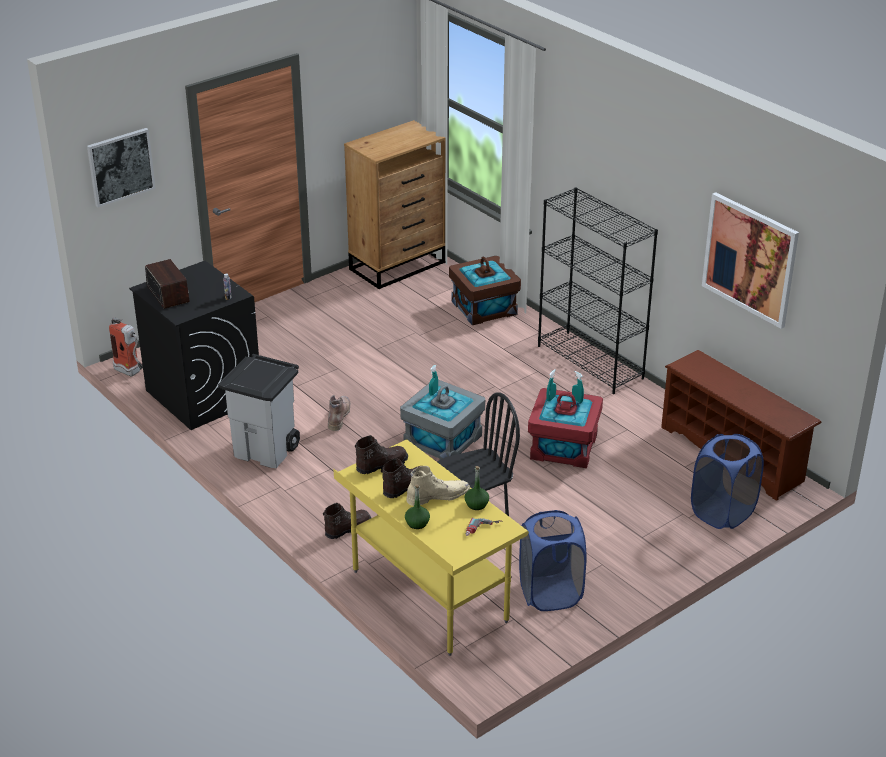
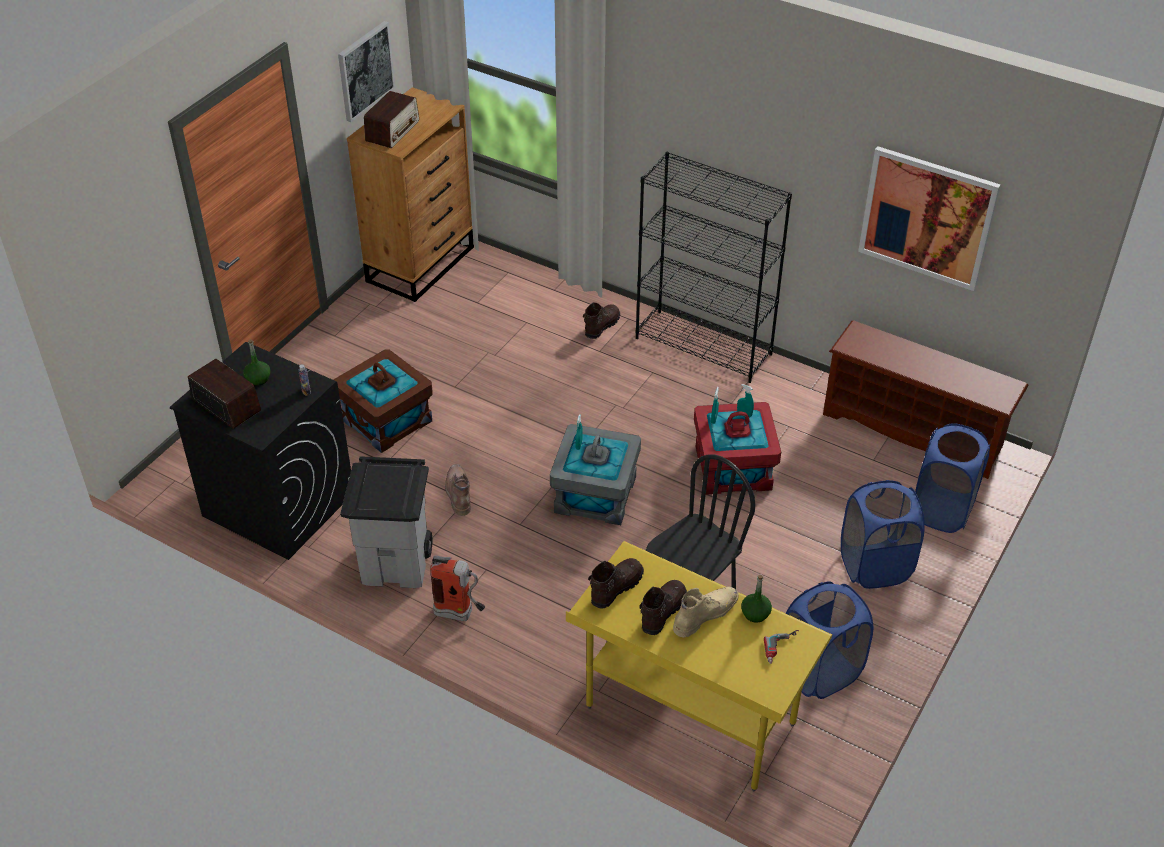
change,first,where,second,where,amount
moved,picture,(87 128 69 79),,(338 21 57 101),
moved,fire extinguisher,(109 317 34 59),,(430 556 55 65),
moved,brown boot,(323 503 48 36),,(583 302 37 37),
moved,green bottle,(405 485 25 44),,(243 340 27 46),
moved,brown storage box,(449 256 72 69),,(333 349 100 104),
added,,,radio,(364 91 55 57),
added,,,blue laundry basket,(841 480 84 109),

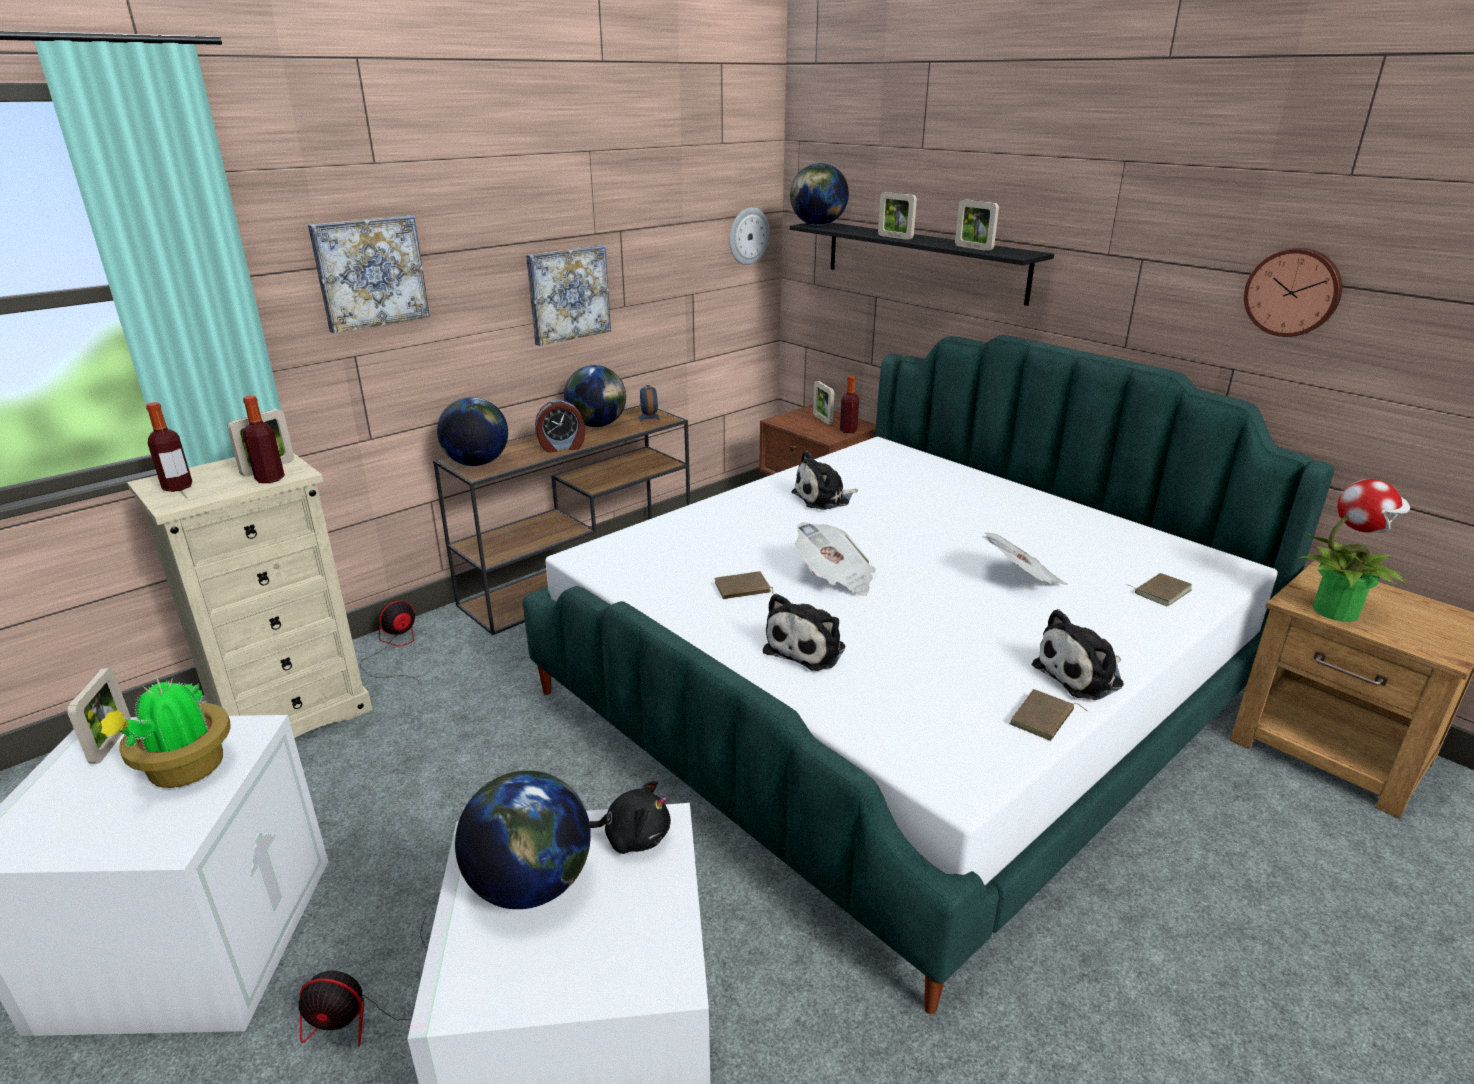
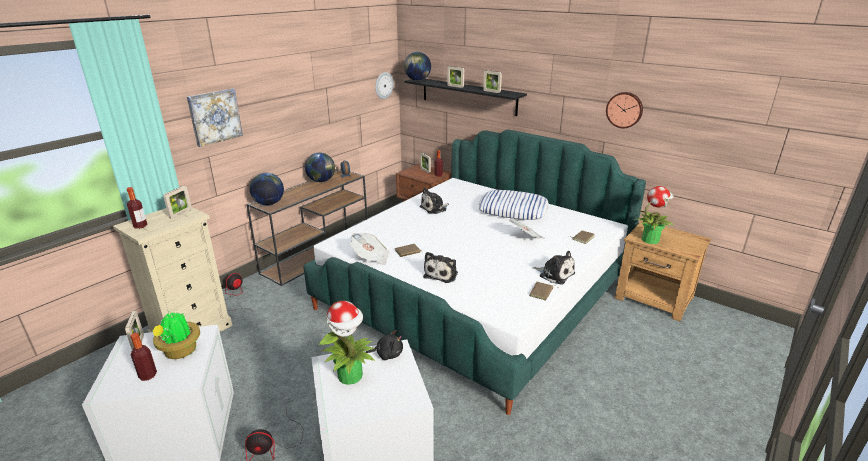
change,first,where,second,where,amount
moved,bottle,(243 396 42 87),,(131 333 26 48),
replaced,globe,(455 770 136 139),potted plant,(318 301 57 84),
removed,picture,(526 245 85 101),,,
removed,alarm clock,(535 400 50 53),,,
moved,newspaper,(795 522 80 74),,(350 233 40 32),
turned,plush toy,(1032 609 92 91),,(533 251 42 34),105 degrees counterclockwise
added,,,pillow,(479 190 70 30),

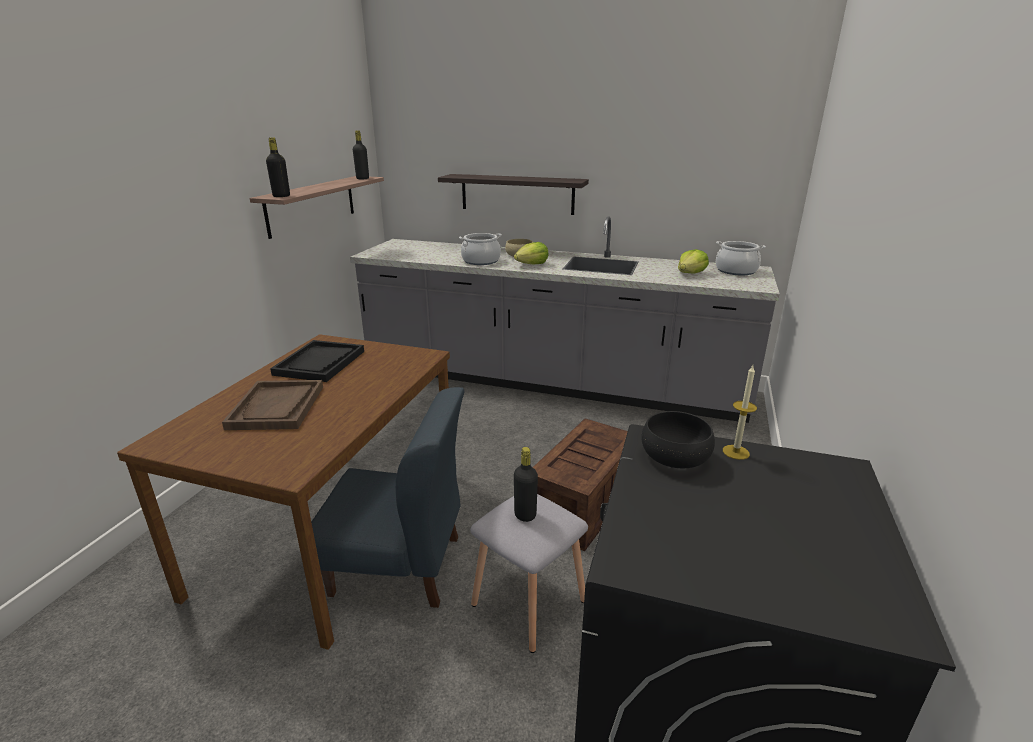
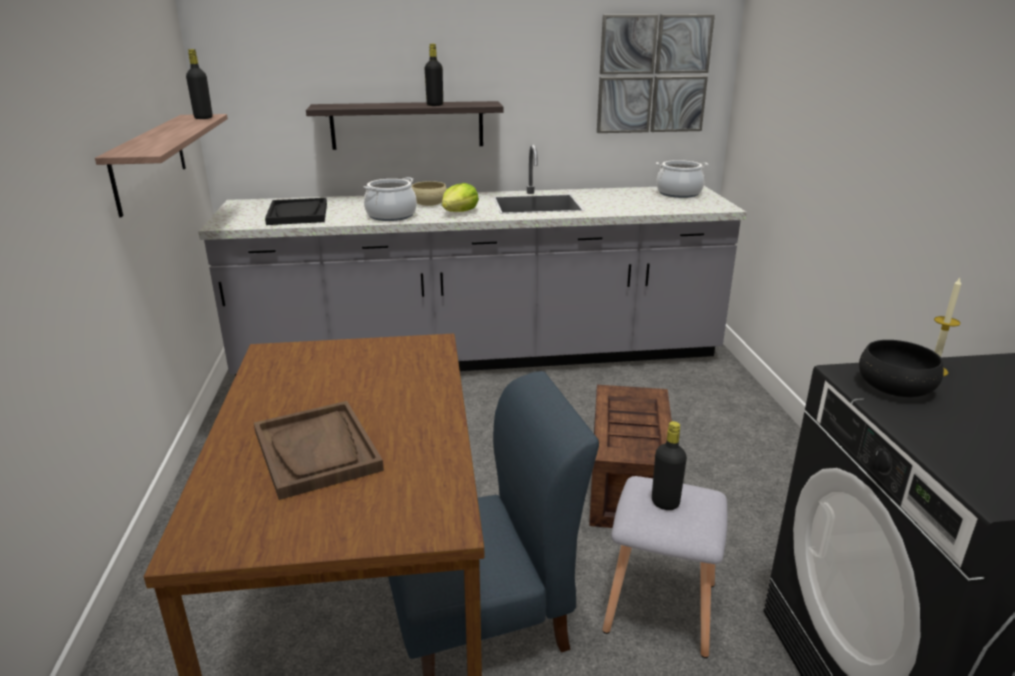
change,first,where,second,where,amount
moved,black bottle,(266 137 24 60),,(425 44 18 62),
moved,black tray,(270 340 94 42),,(265 198 62 27),
removed,lettuce,(678 249 31 24),,,
added,,,picture,(597 14 118 119),

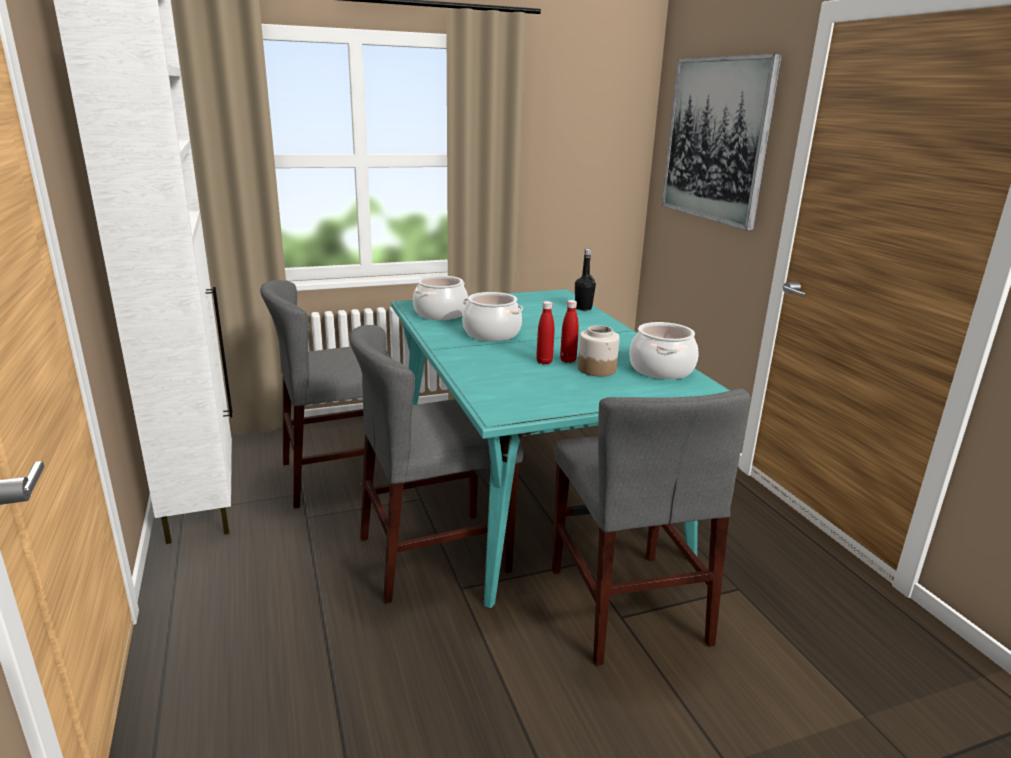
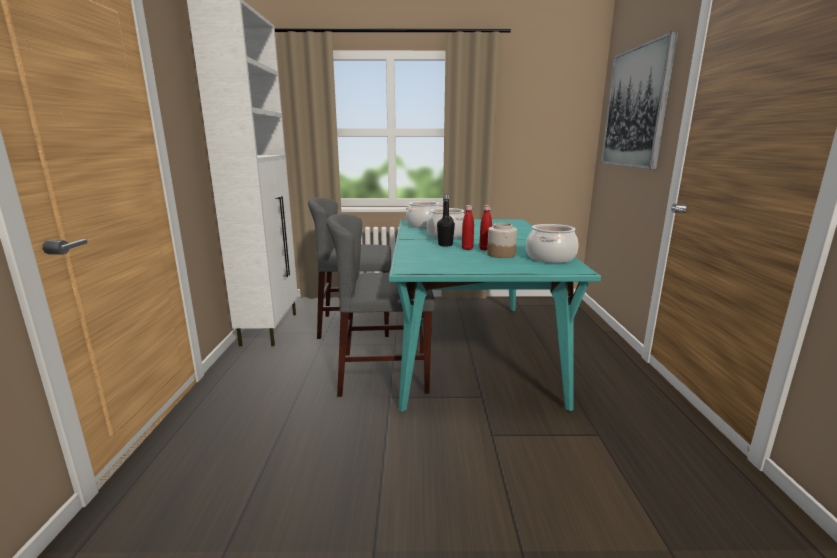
change,first,where,second,where,amount
removed,grey chair,(552 389 198 277),,,
moved,black bottle,(575 249 21 62),,(437 194 18 53),

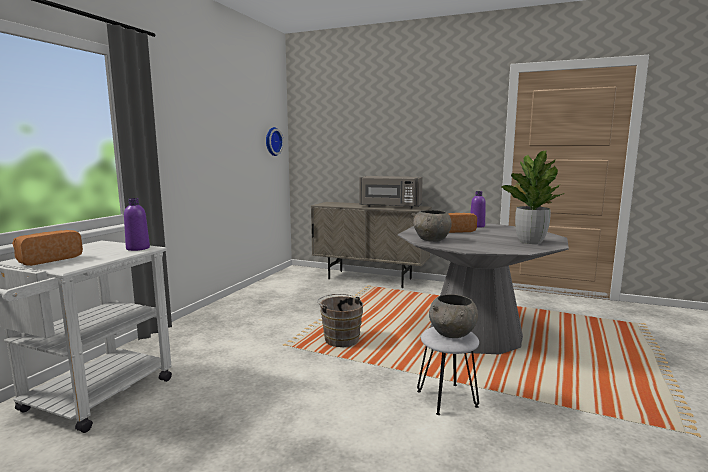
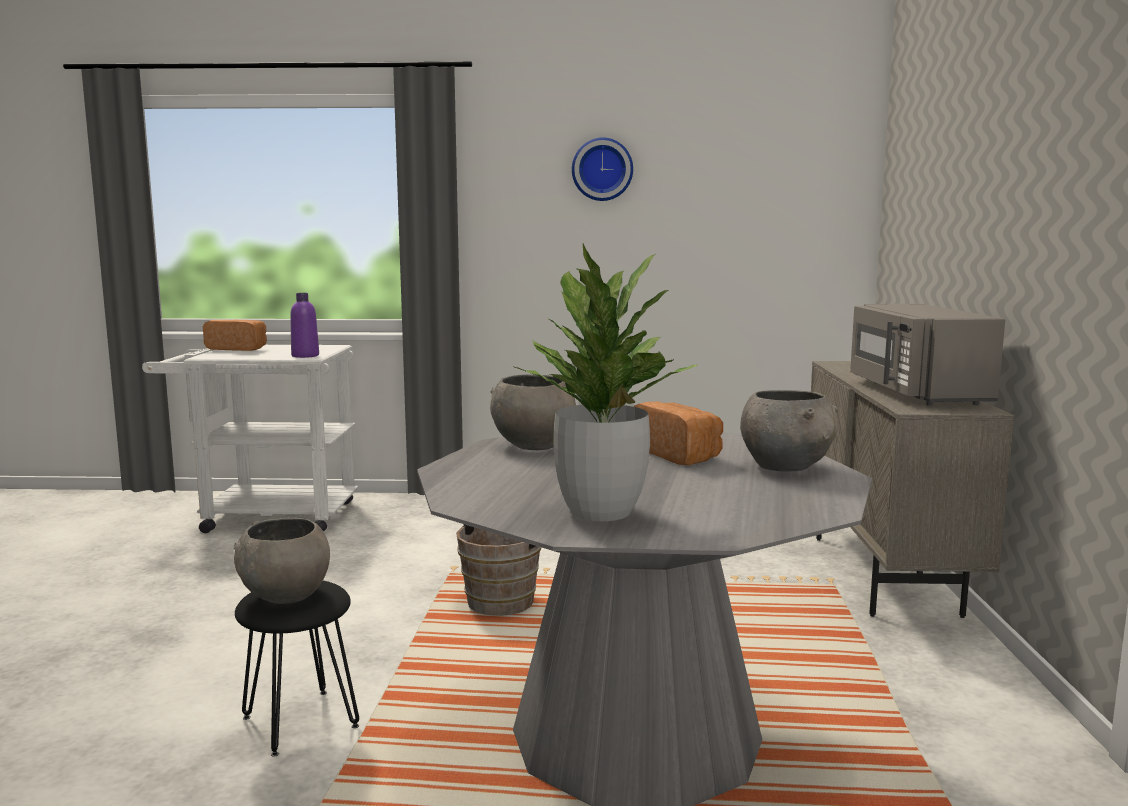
change,first,where,second,where,amount
moved,wall clock,(266 127 18 29),,(572 137 61 64),
recoloured,white stool,(417 327 62 88),black stool,(235 581 124 176),
replaced,purple bottle,(470 191 16 37),grey bowl,(740 390 98 81),

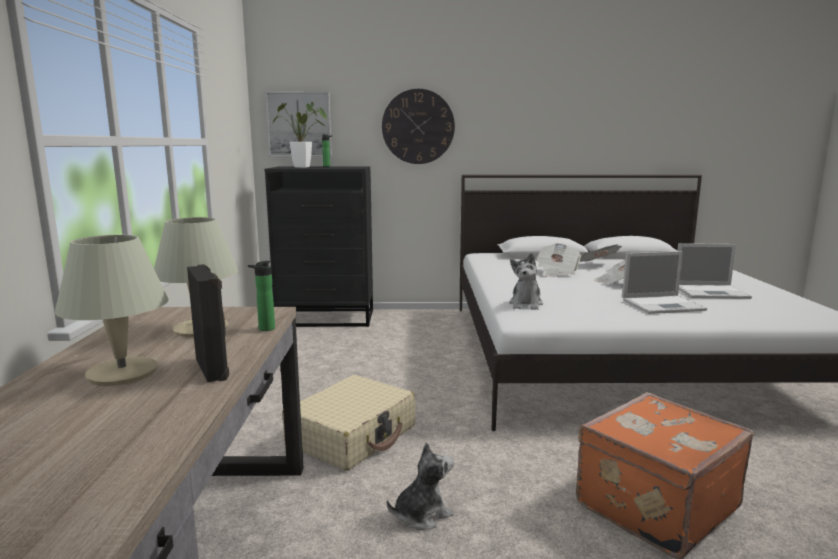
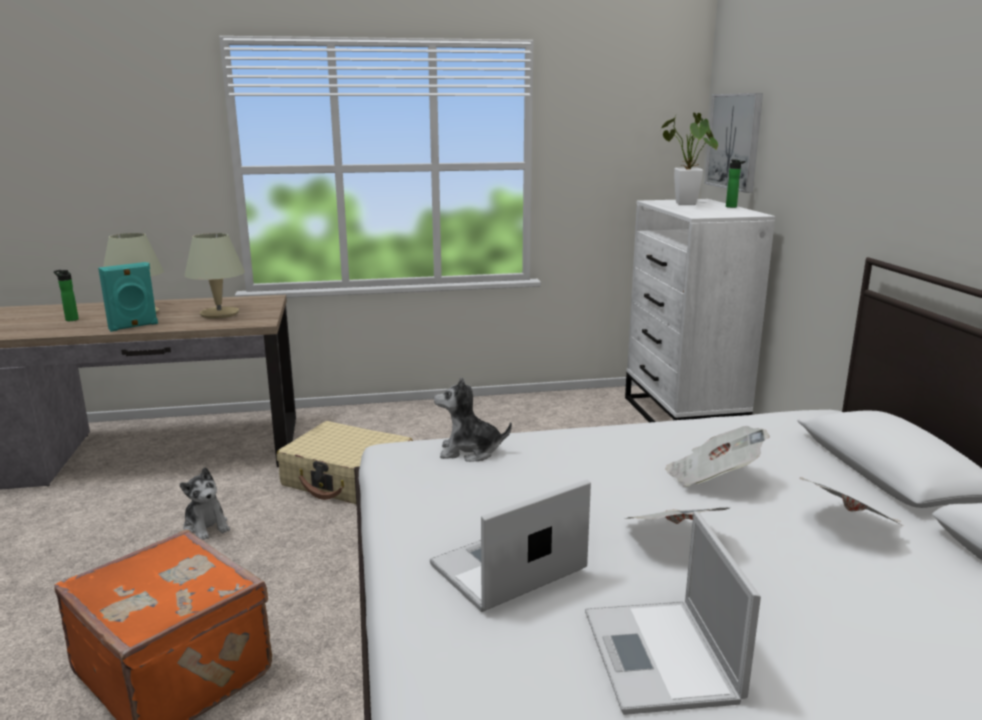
change,first,where,second,where,amount
recoloured,black speaker,(187 264 42 118),turquoise speaker,(98 262 60 70),
moved,bottle,(248 261 27 70),,(54 270 25 51),
recoloured,black dresser,(264 166 109 161),white dresser,(625 199 150 224),
removed,wall clock,(382 89 73 75),,,
turned,laptop,(622 251 85 63),,(430 479 161 133),75 degrees clockwise

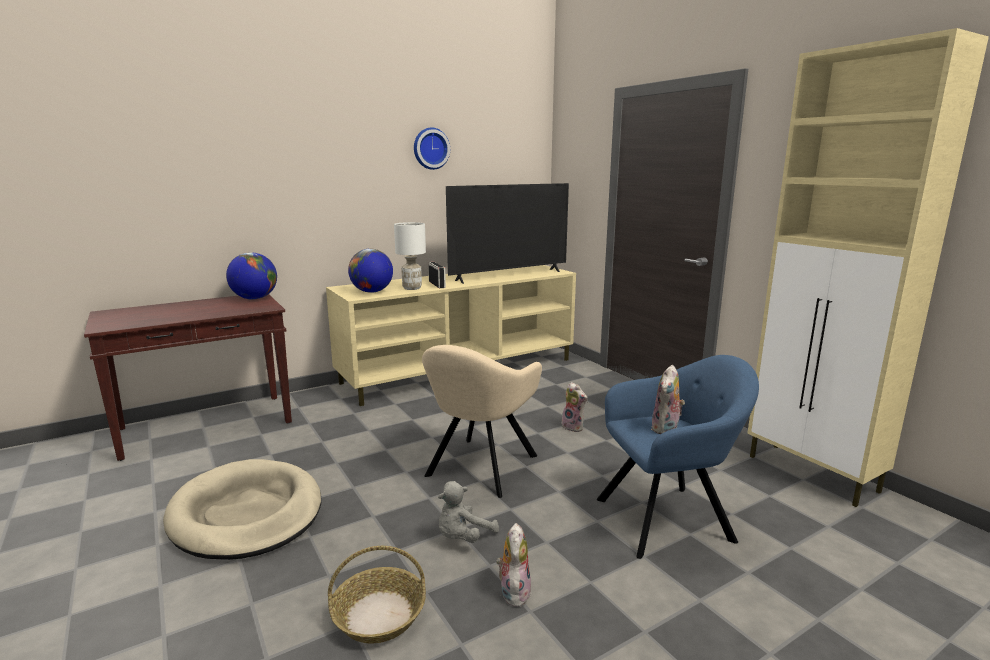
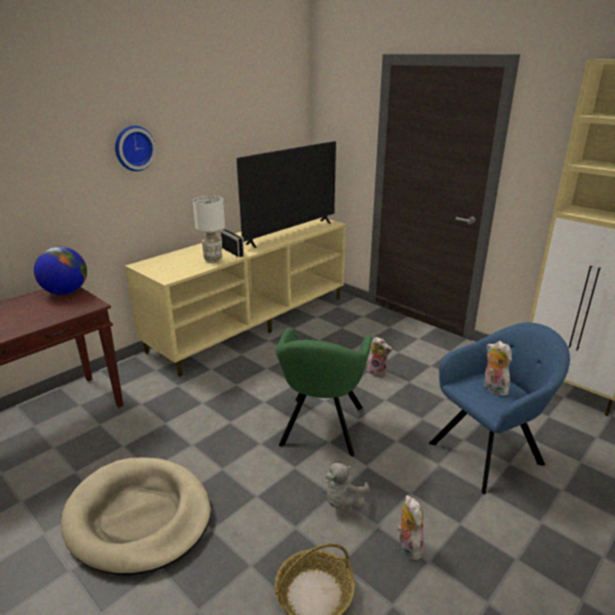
change,first,where,second,where,amount
removed,globe,(348 249 45 44),,,
moved,wall clock,(414 128 36 42),,(115 126 41 45),
recoloured,beige armchair,(422 345 120 153),green armchair,(276 328 96 128),
turned,plush toy,(651 365 34 69),,(484 341 28 55),135 degrees clockwise

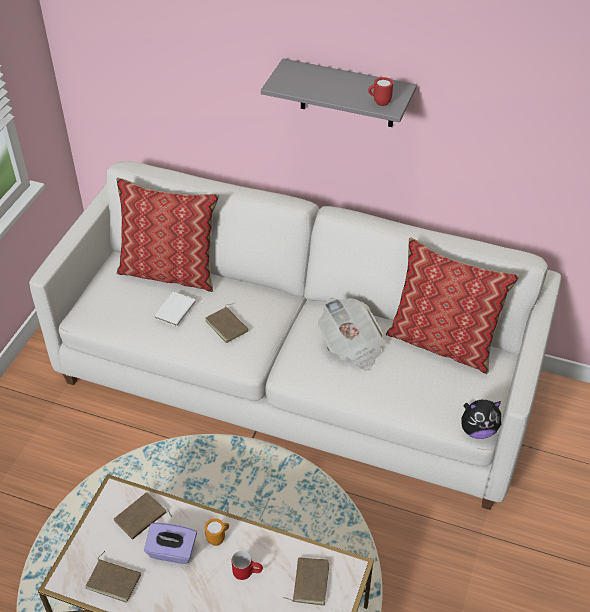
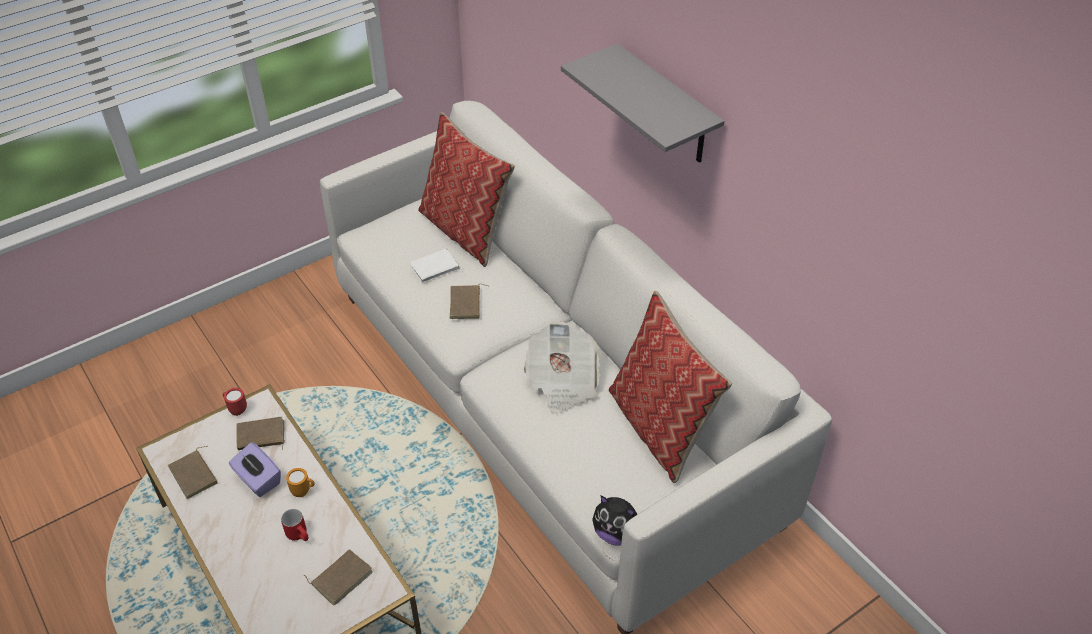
change,first,where,second,where,amount
moved,red mug,(368 77 25 29),,(223 388 24 28),

